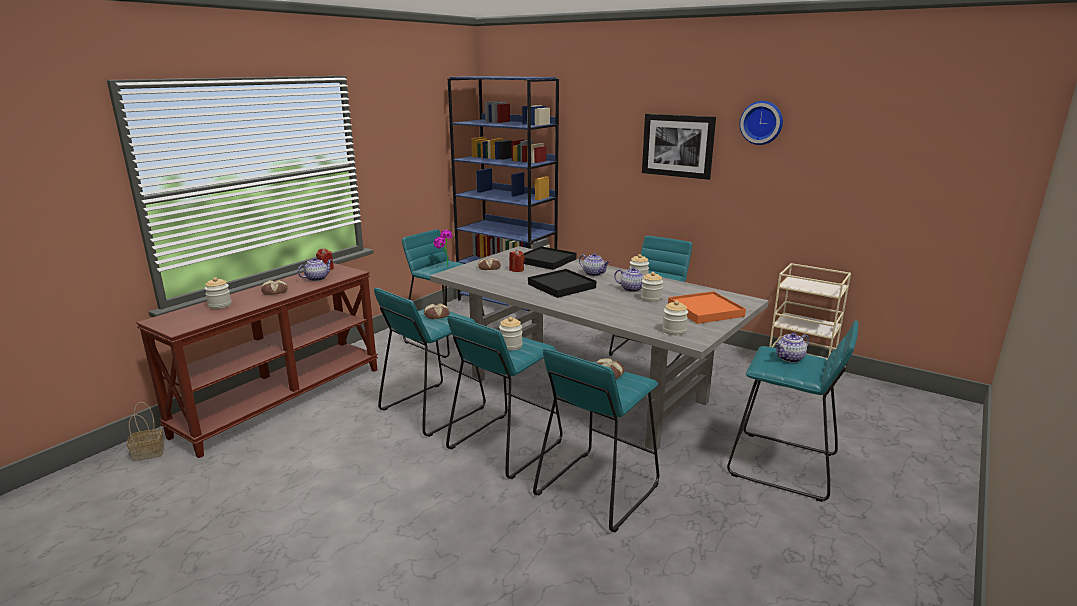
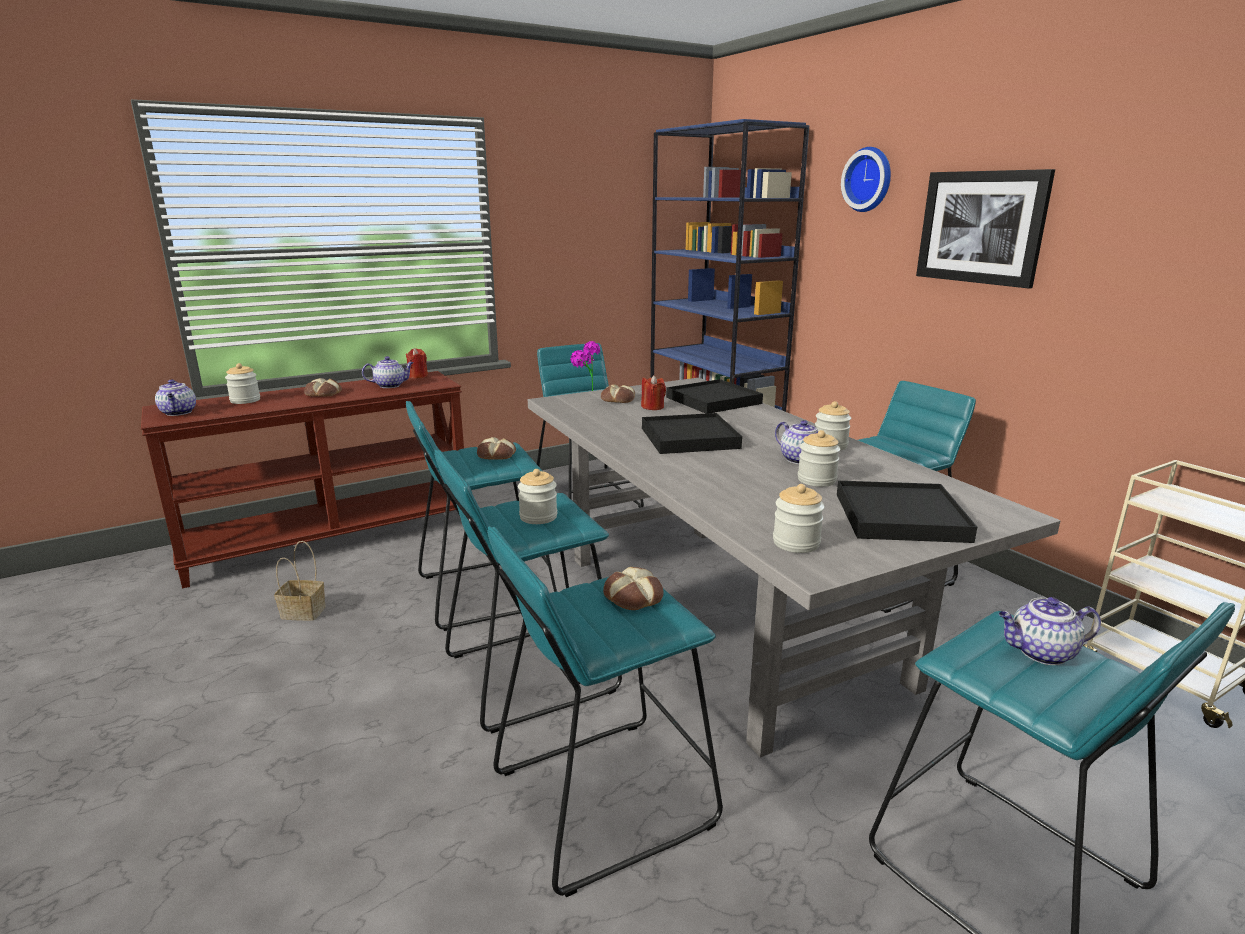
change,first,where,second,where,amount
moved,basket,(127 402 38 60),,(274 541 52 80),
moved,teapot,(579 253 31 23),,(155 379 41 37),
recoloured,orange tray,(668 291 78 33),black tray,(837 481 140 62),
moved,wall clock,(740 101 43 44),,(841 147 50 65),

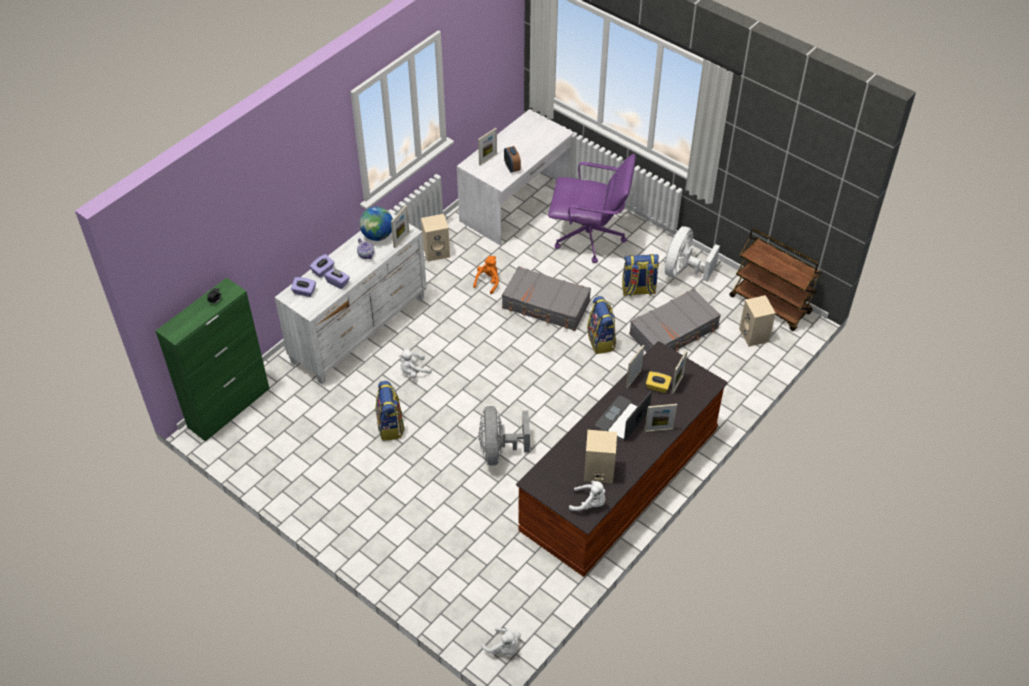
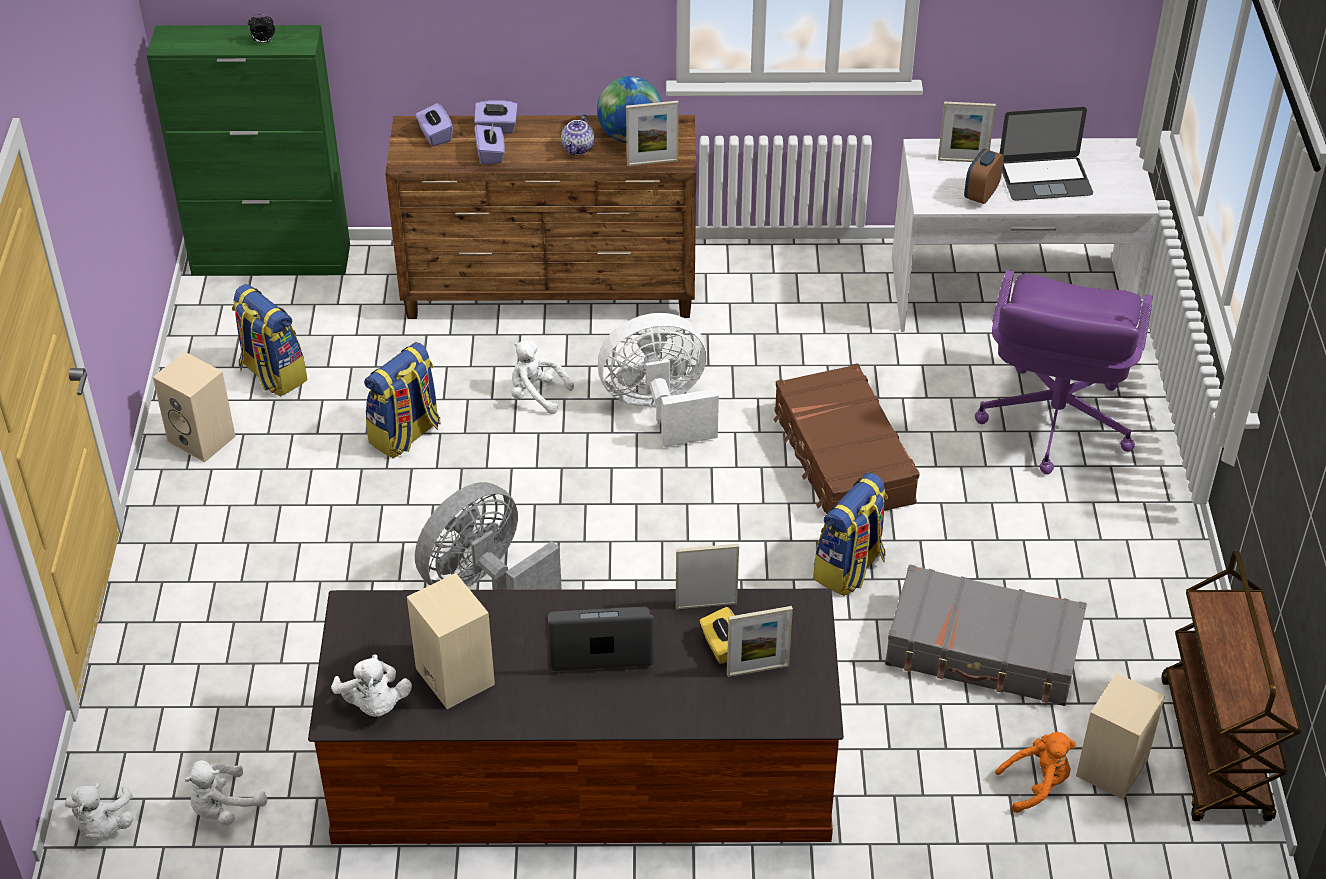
change,first,where,second,where,amount
recoloured,white dresser,(275 210 152 174),brown dresser,(385 115 311 204),
moved,beige speaker,(421 214 29 48),,(153 352 83 111),
moved,orange plush toy,(473 256 26 38),,(995 732 81 81),
recoloured,grey suitcase,(502 266 89 65),brown suitcase,(773 363 147 151),
turned,purple office chair,(548 154 88 109),,(975 270 178 204),45 degrees clockwise
moved,backpack,(622 254 37 43),,(232 284 75 112),
removed,picture frame,(645 404 32 28),,,
moved,white fan,(665 226 55 55),,(598 313 121 134),
added,,,white plush toy,(184 760 83 66),
added,,,laptop,(1000 107 93 94),

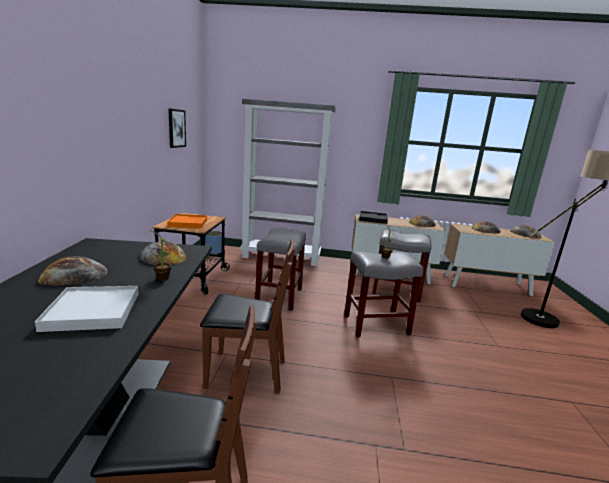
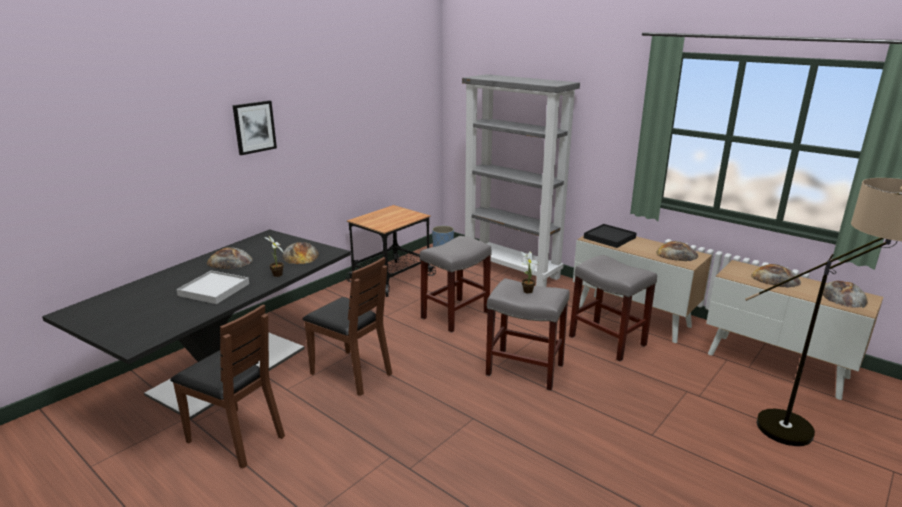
change,first,where,second,where,amount
removed,orange tray,(167 214 40 14),,,
moved,picture,(168 108 18 40),,(232 100 45 55),

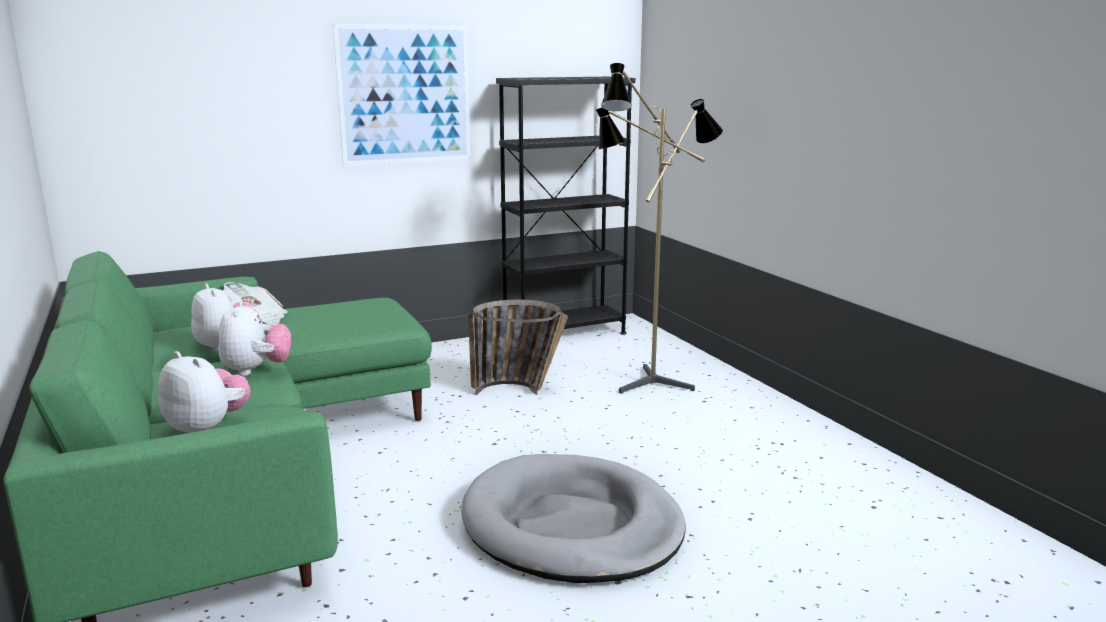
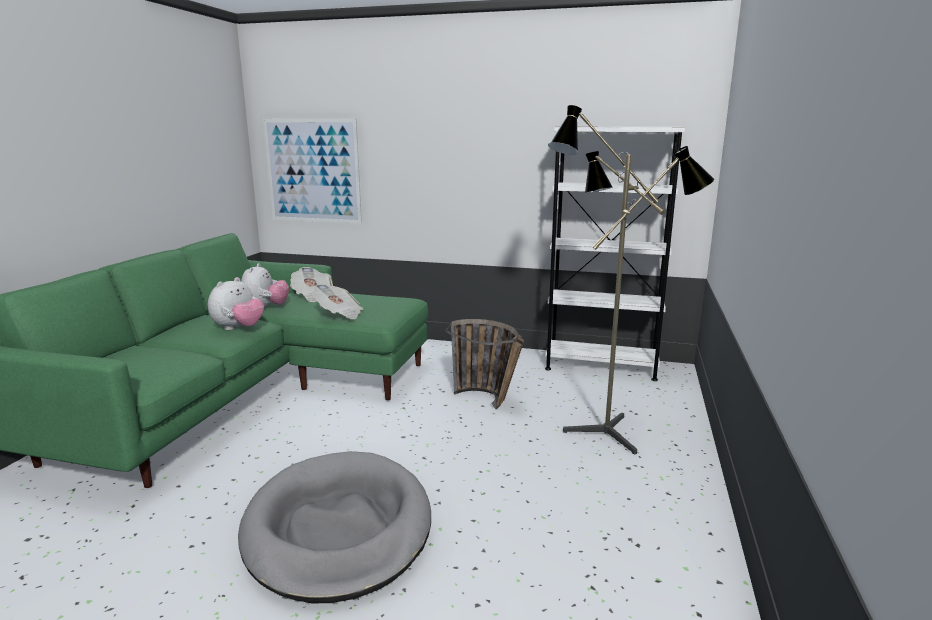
change,first,where,second,where,amount
removed,plush toy,(158 351 93 82),,,
moved,picture,(333 24 138 142),,(263 119 99 105),
recoloured,black bookcase,(496 77 139 258),white bookcase,(545 127 140 254),
added,,,newspaper,(312 284 51 35),

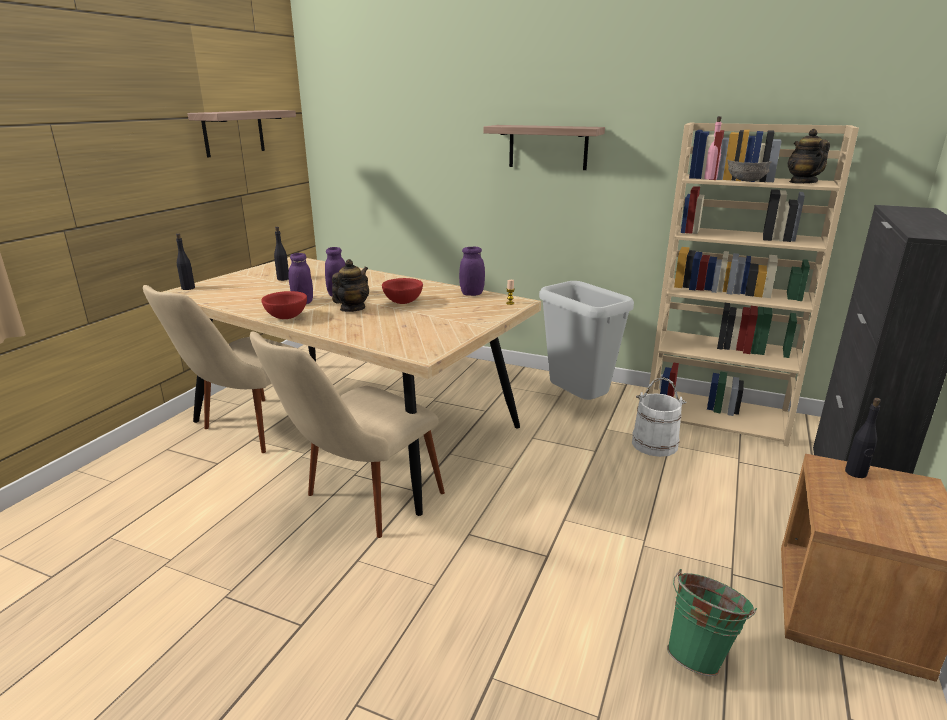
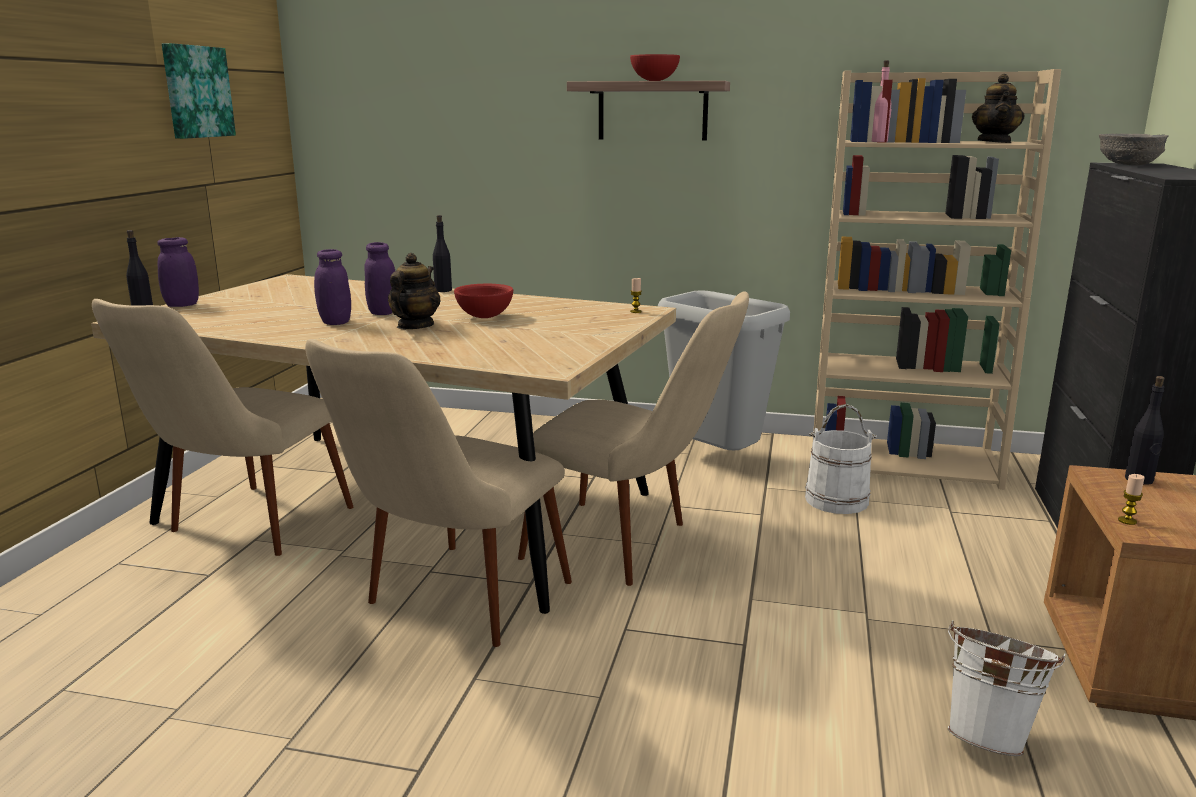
change,first,where,second,where,amount
replaced,shelf,(188 110 108 47),picture,(162 43 74 96),
moved,red bowl,(261 291 46 28),,(630 54 50 27),
moved,black bottle,(274 227 15 54),,(433 215 19 77),
moved,purple jar,(459 247 26 49),,(158 237 41 70),
recoloured,green bucket,(667 569 90 107),white bucket,(948 620 118 136),
moved,grey bowl,(727 160 45 21),,(1099 134 70 32),
turned,teapot,(788 129 42 55),,(972 74 53 69),150 degrees counterclockwise
added,,,beige chair,(518 291 231 295),
added,,,candle,(1118 474 27 51),

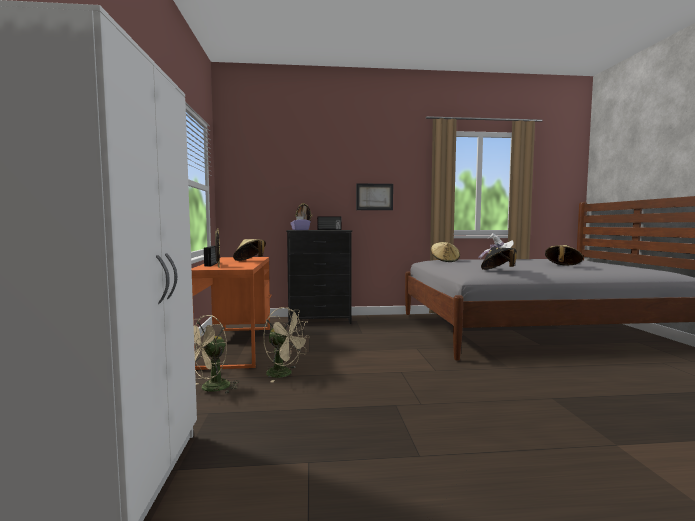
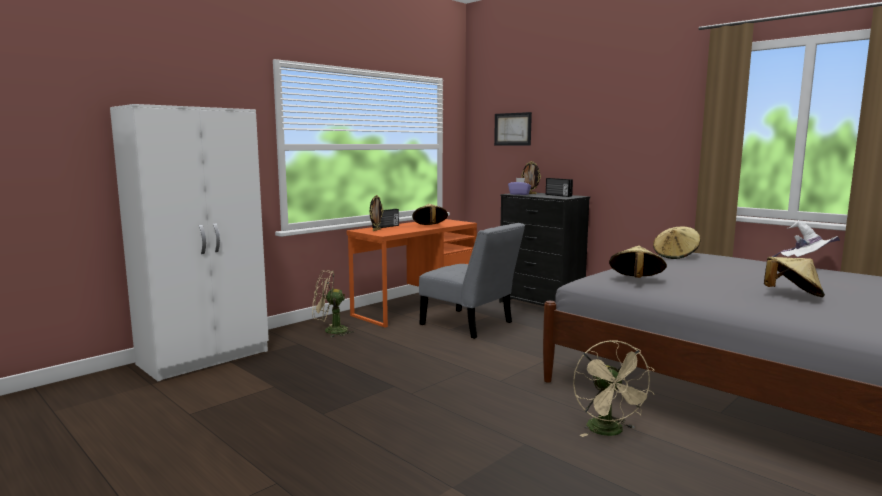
change,first,where,second,where,amount
moved,beige fan,(263 307 47 75),,(573 340 82 97),
moved,picture,(356 183 37 27),,(494 112 38 34),
recoloured,black hat,(481 247 36 23),beige hat,(609 245 58 33),
added,,,grey chair,(419 223 106 116),

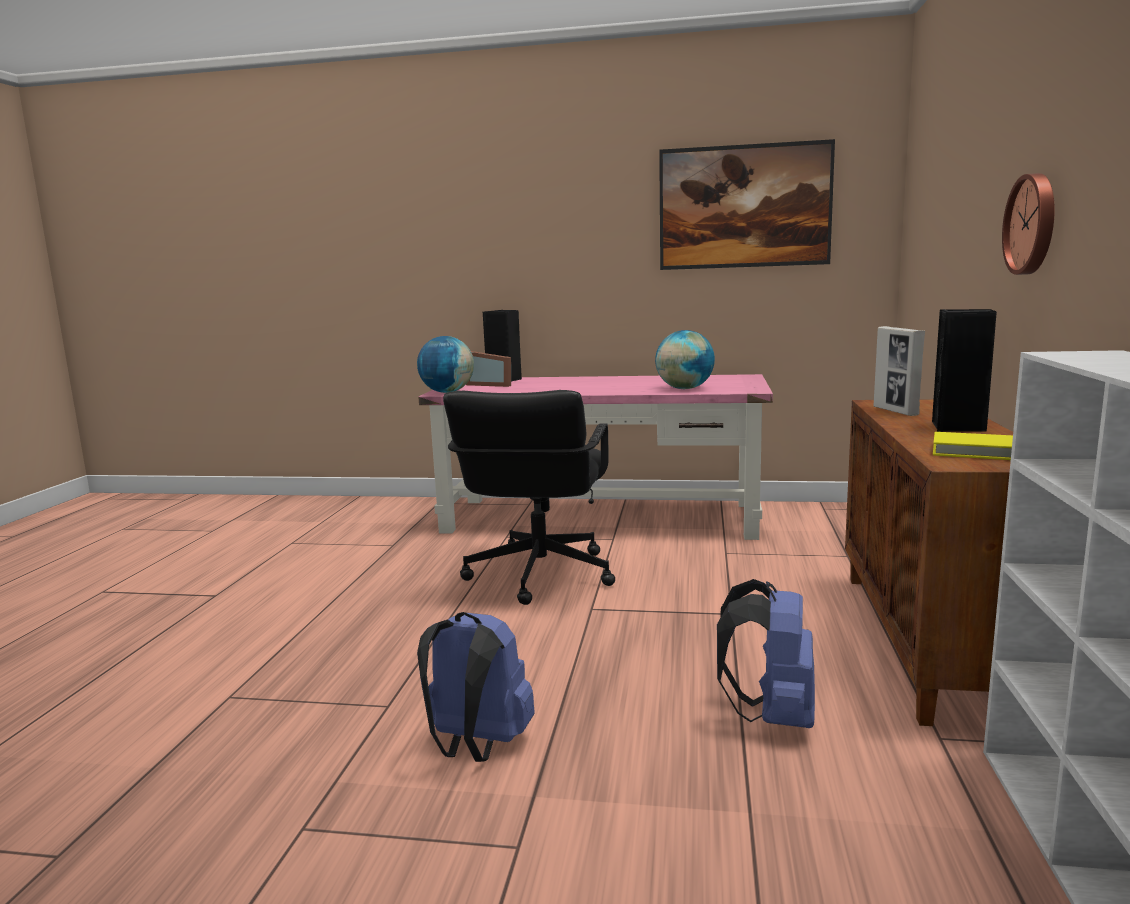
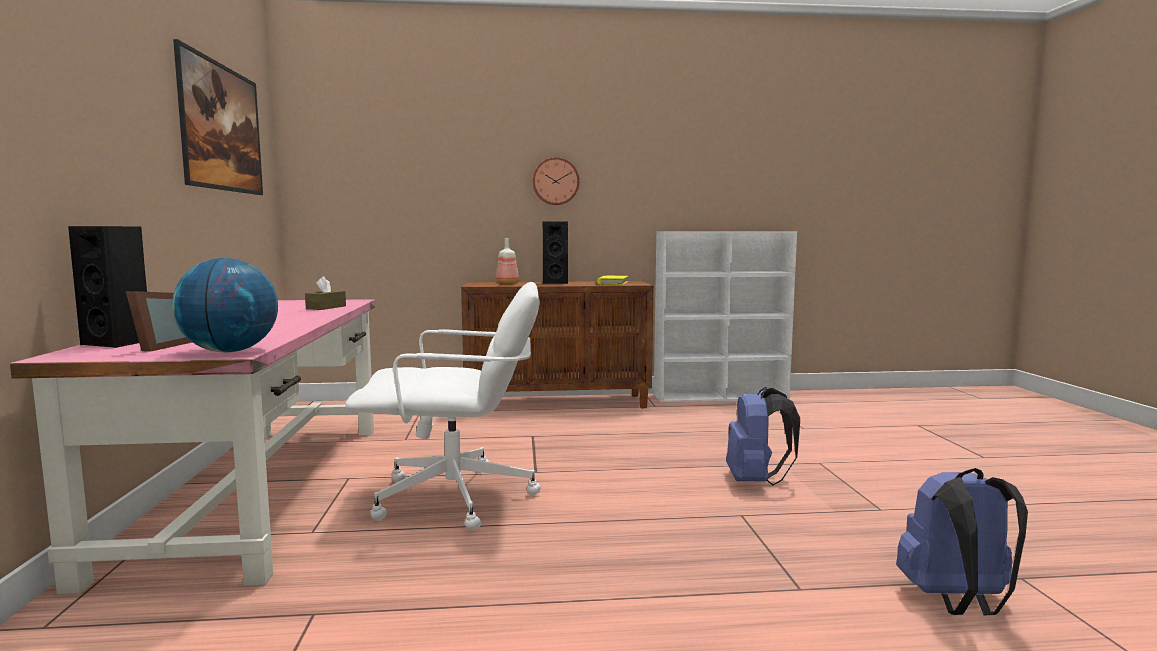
change,first,where,second,where,amount
recoloured,black office chair,(443 390 172 215),white office chair,(345 282 196 248),
replaced,globe,(655 330 60 59),brown tissue box,(305 276 41 34),
moved,blue backpack,(717 579 98 149),,(896 468 132 147),
replaced,picture frame,(874 326 51 90),bottle,(496 238 23 47),

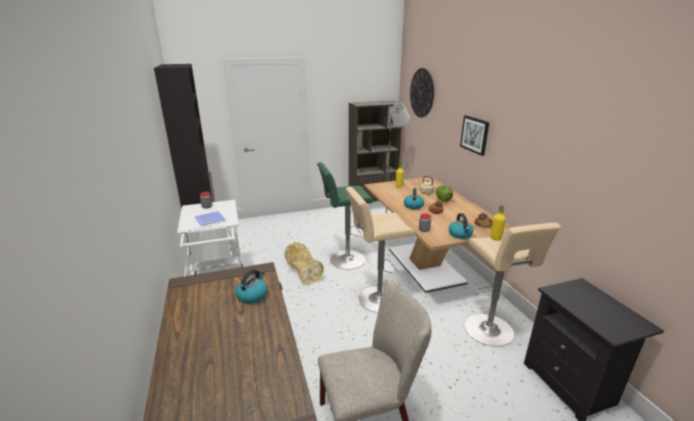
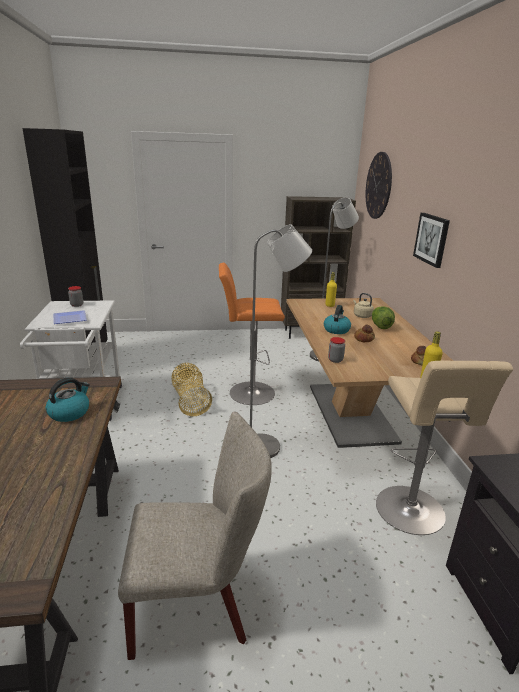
change,first,where,second,where,amount
recoloured,green stool,(317 162 56 107),orange stool,(219 263 66 142),
replaced,beige stool,(346 187 69 126),grey floor lamp,(250 224 62 234),
removed,kettle,(449 213 24 26),,,

